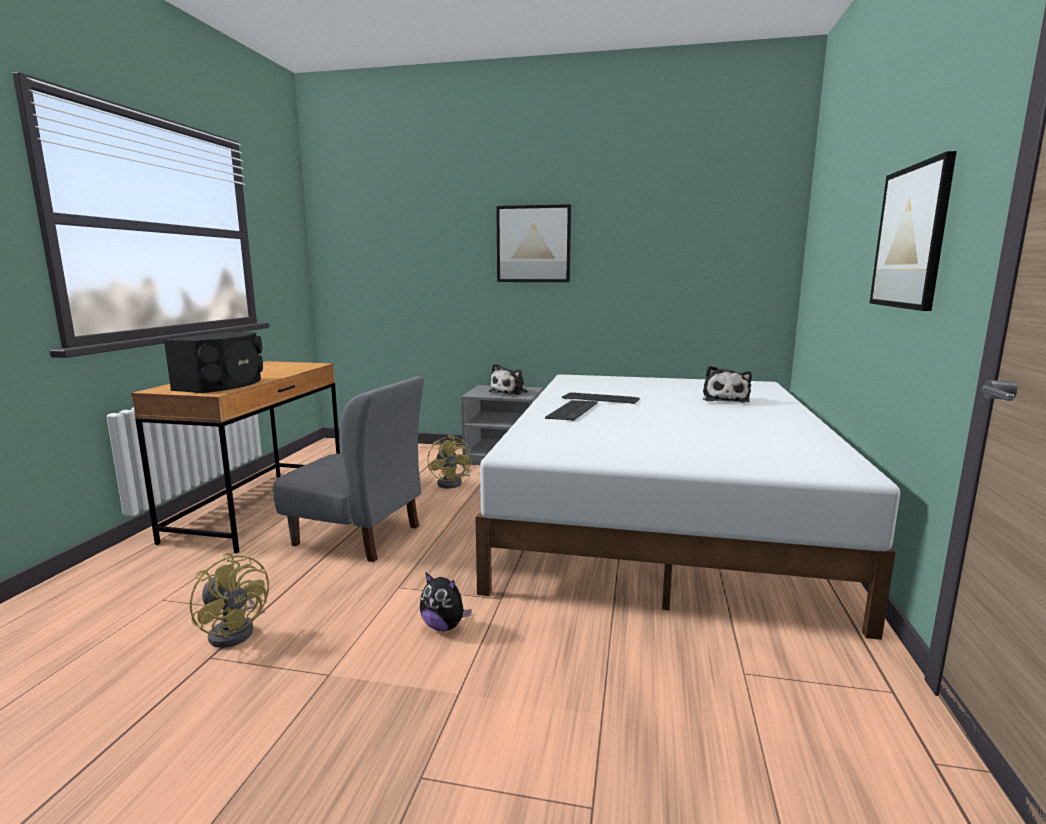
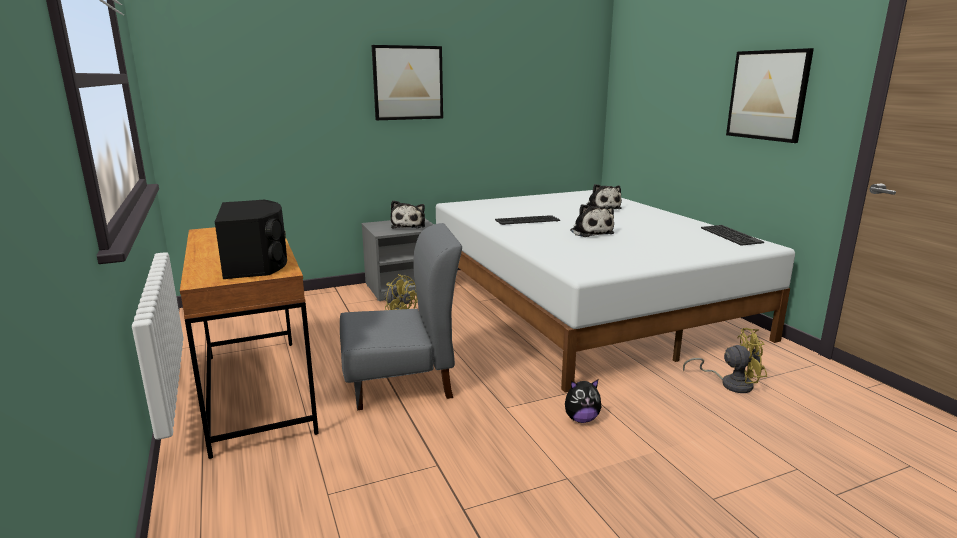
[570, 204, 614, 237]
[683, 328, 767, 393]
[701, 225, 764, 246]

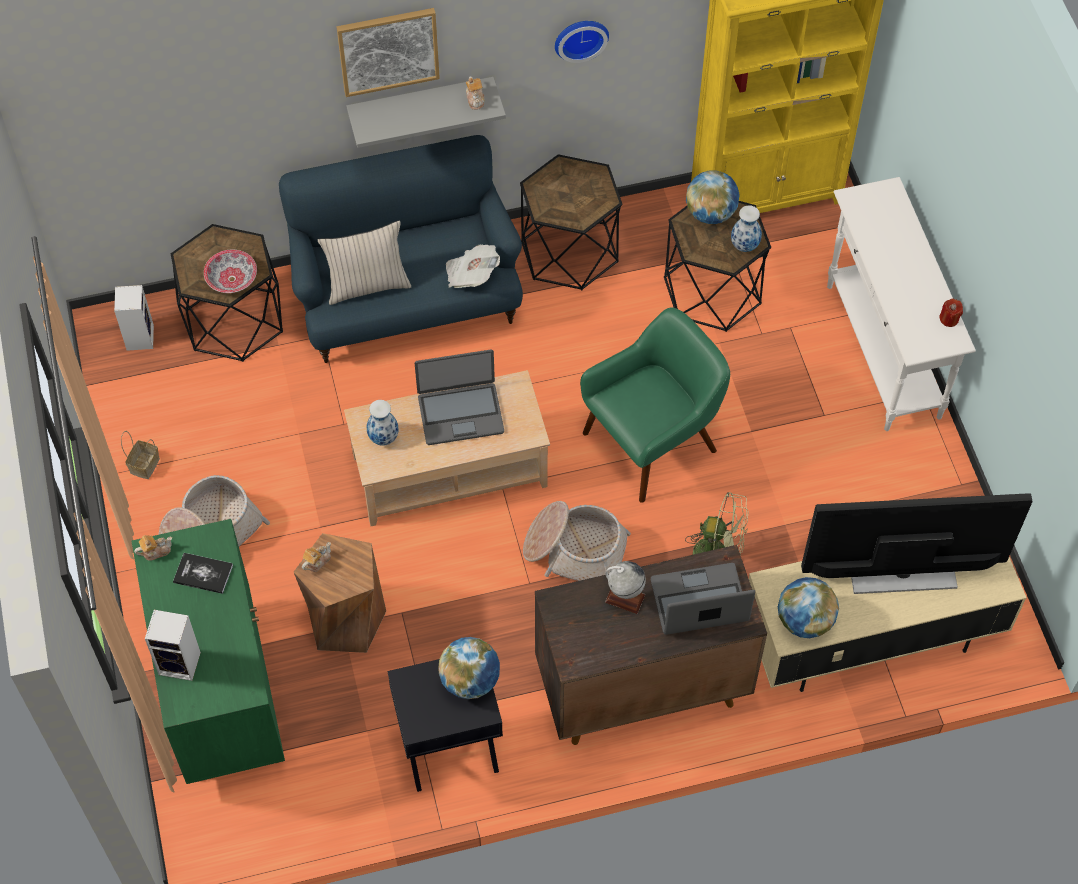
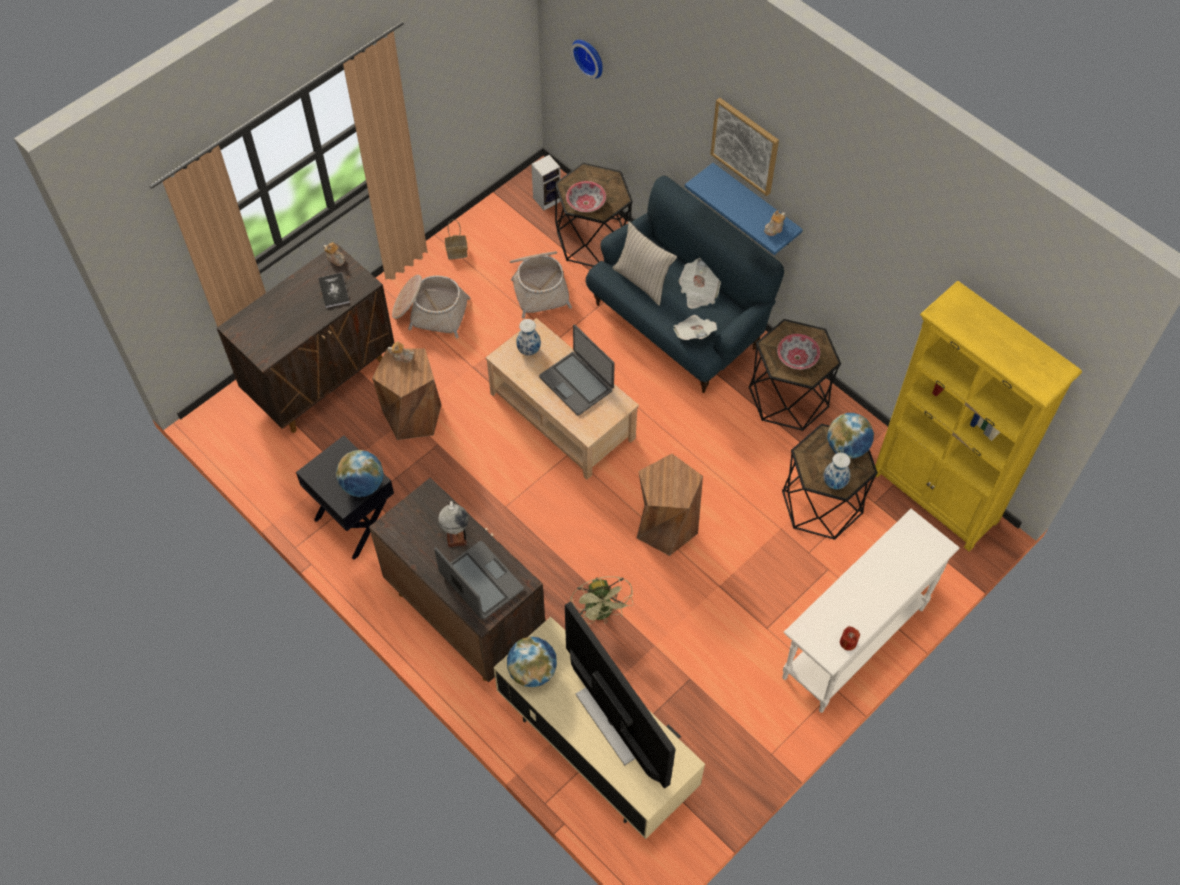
[217, 243, 395, 433]
[510, 251, 572, 318]
[571, 40, 602, 79]
[637, 454, 703, 556]
[679, 258, 721, 309]
[685, 163, 803, 255]
[777, 334, 820, 370]
[145, 610, 201, 681] (first image)

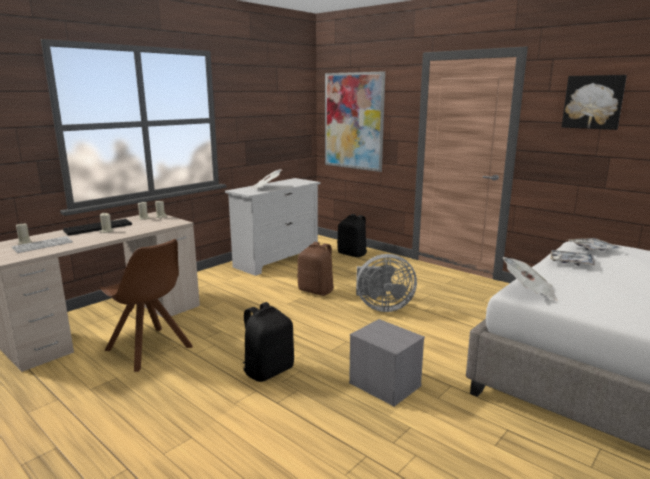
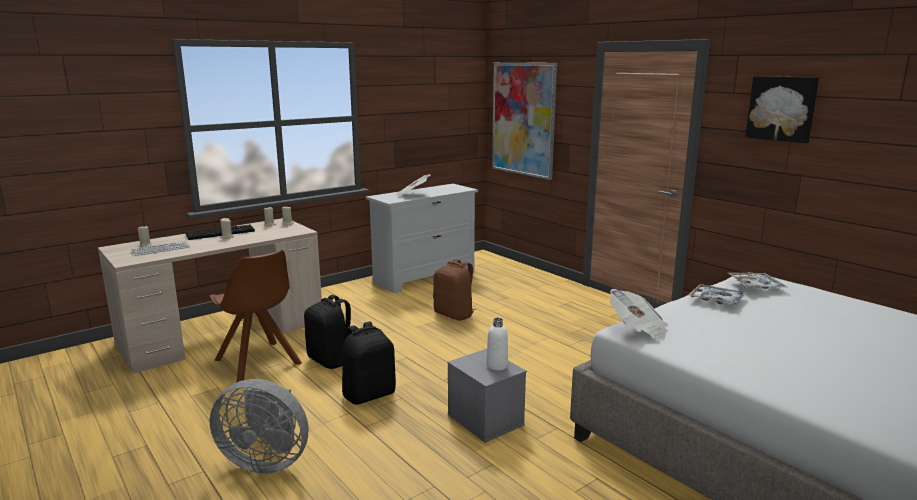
[209, 379, 308, 474]
[304, 295, 351, 369]
[486, 318, 508, 370]

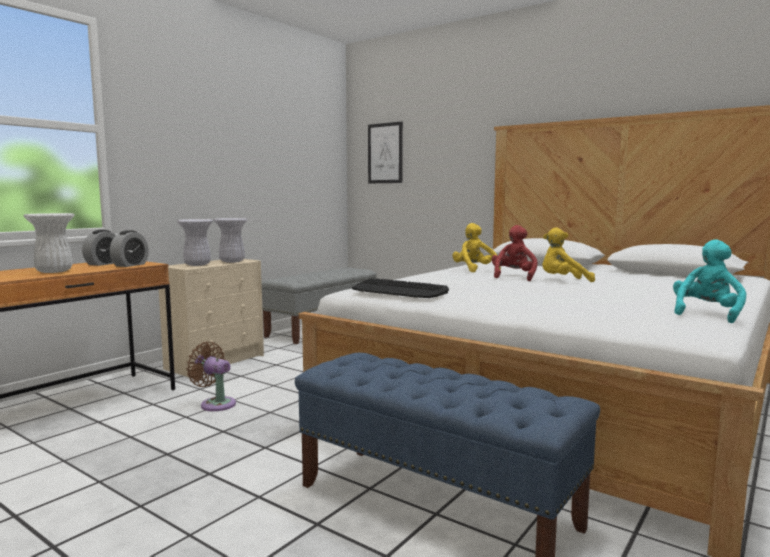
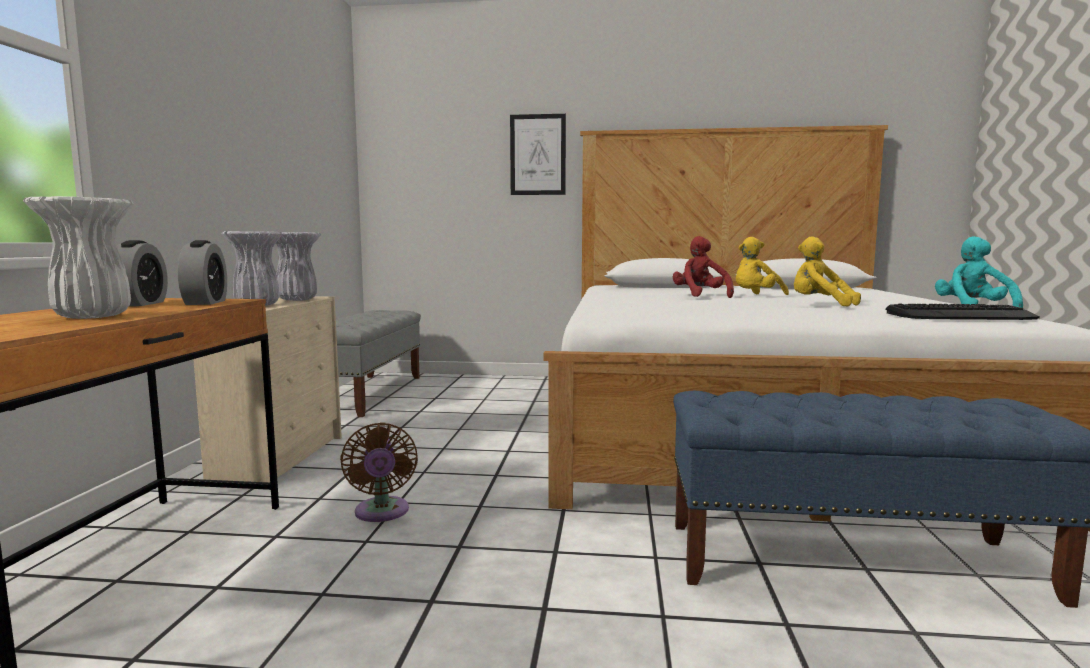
[340, 422, 418, 522]
[510, 114, 566, 195]
[794, 236, 861, 307]
[886, 304, 1040, 320]

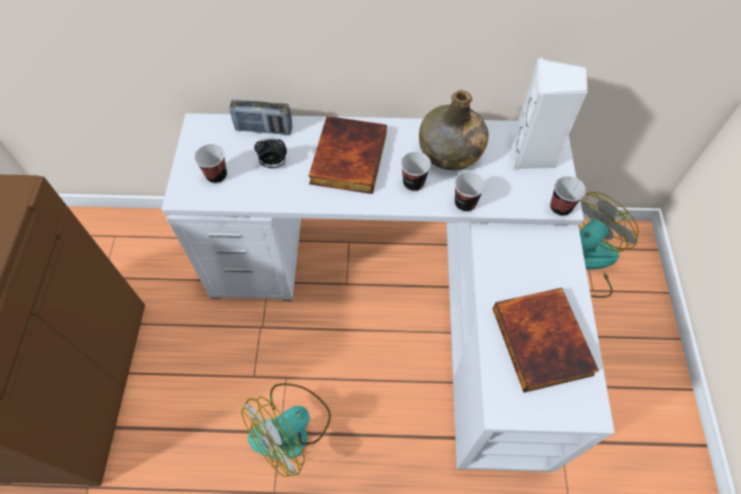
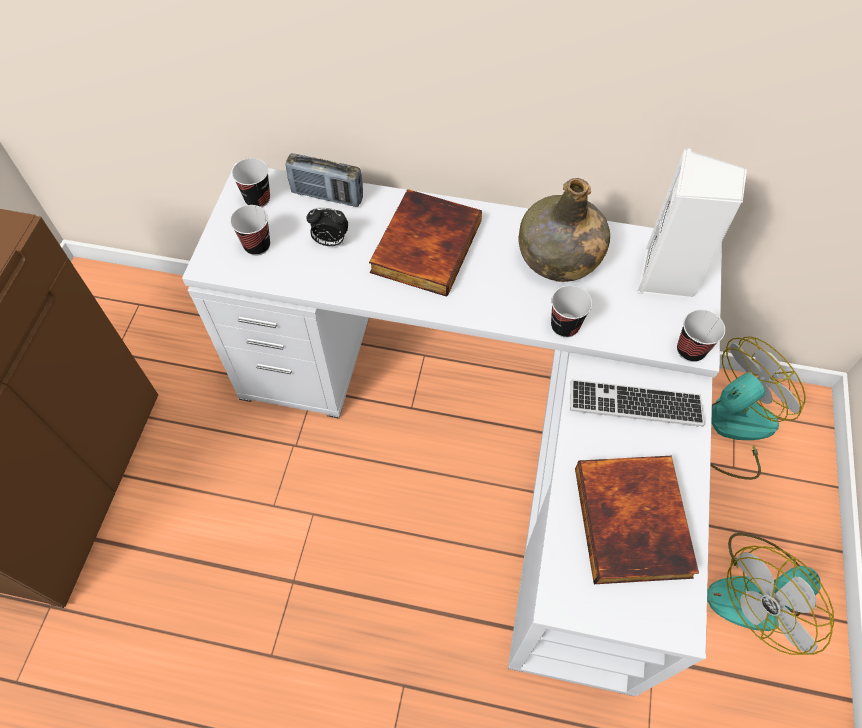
[232, 158, 270, 207]
[570, 379, 705, 426]
[707, 533, 834, 655]

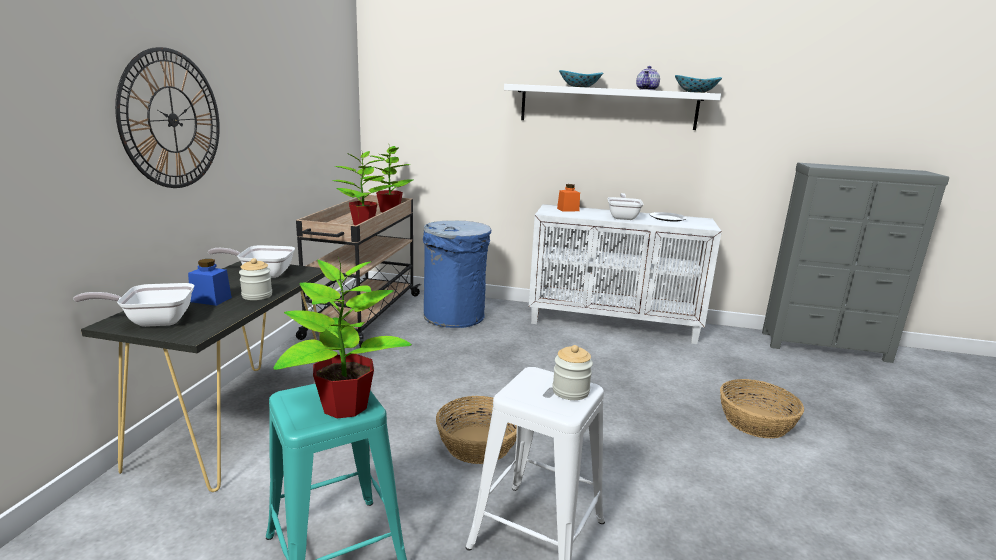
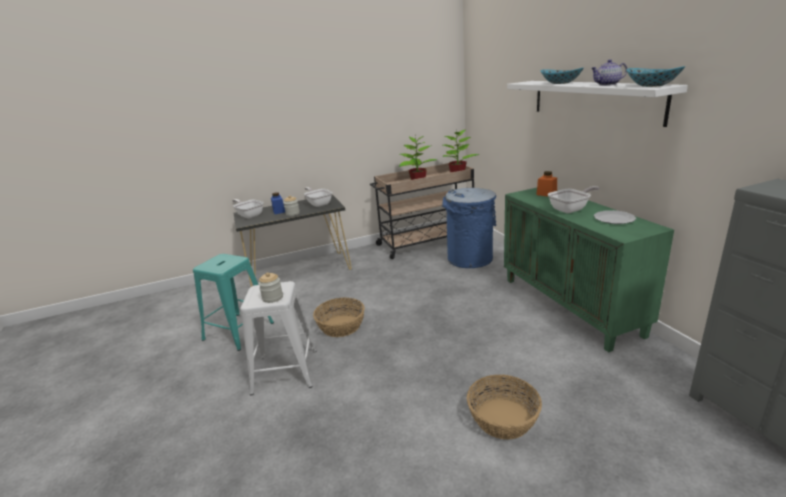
[504, 188, 674, 352]
[115, 47, 220, 188] (first image)
[273, 256, 412, 419] (first image)

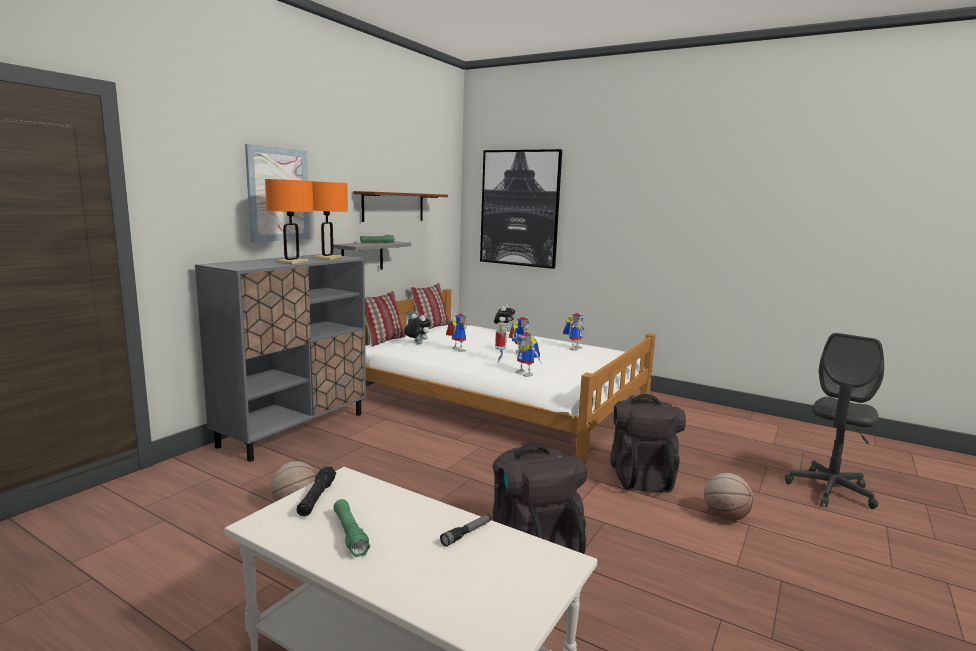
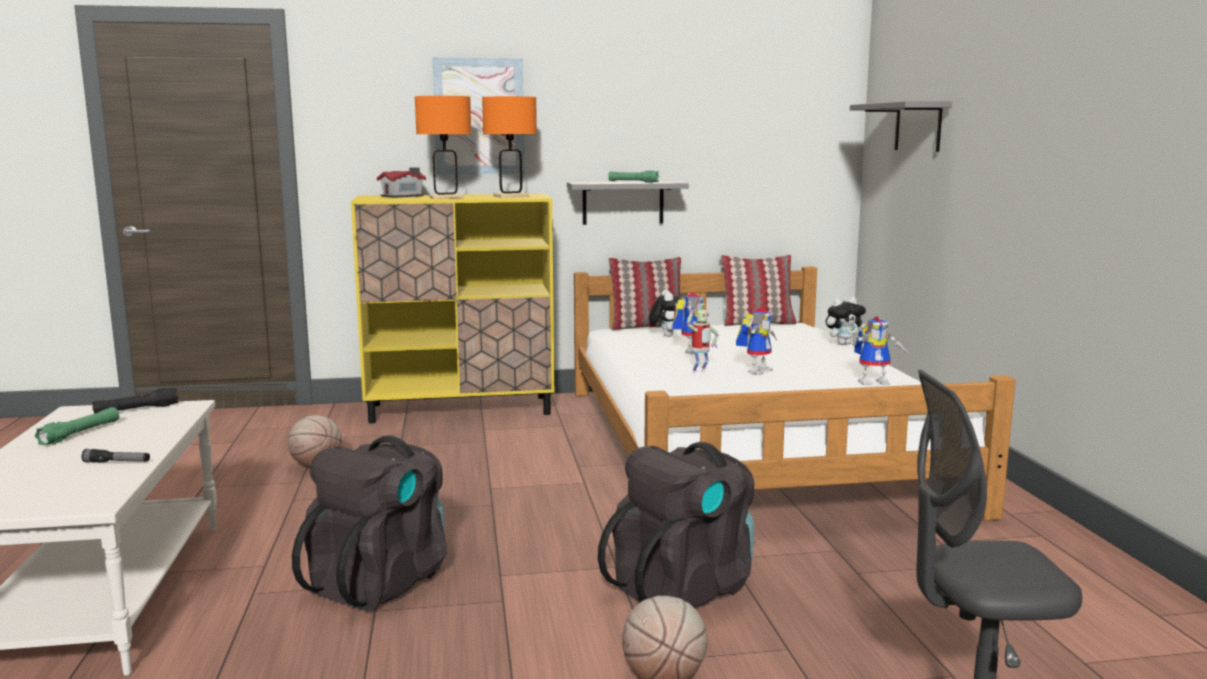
[351, 194, 555, 424]
[377, 167, 426, 198]
[850, 101, 952, 152]
[353, 191, 448, 222] (first image)
[512, 332, 541, 377] (first image)

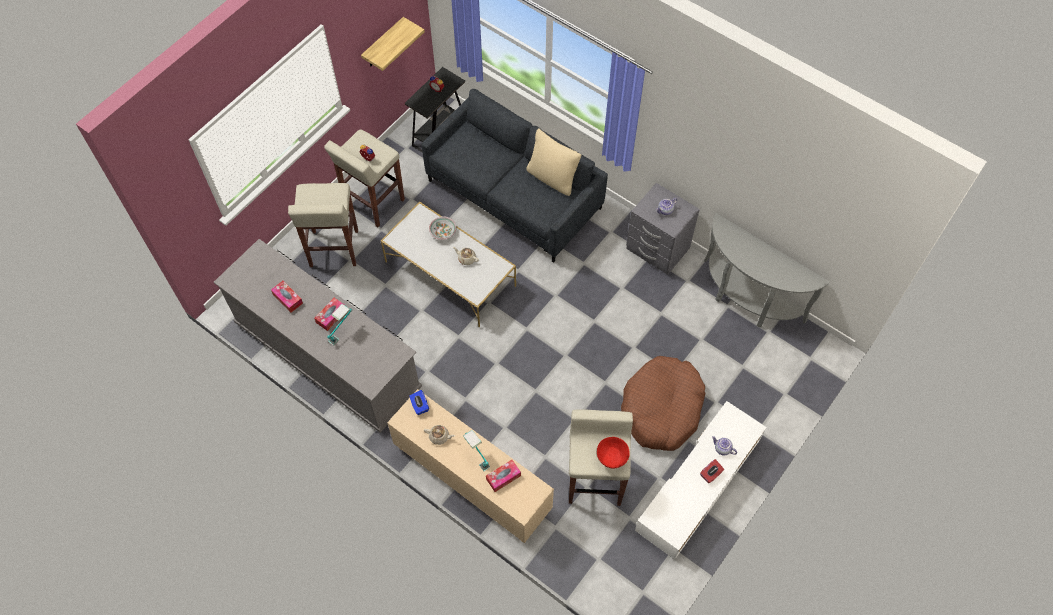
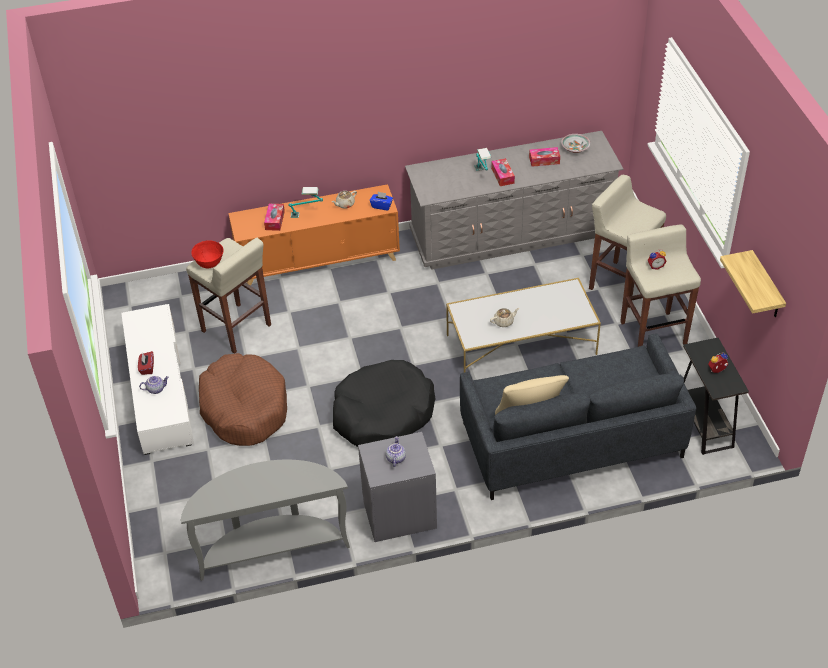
[228, 184, 400, 286]
[333, 360, 436, 447]
[561, 134, 590, 153]

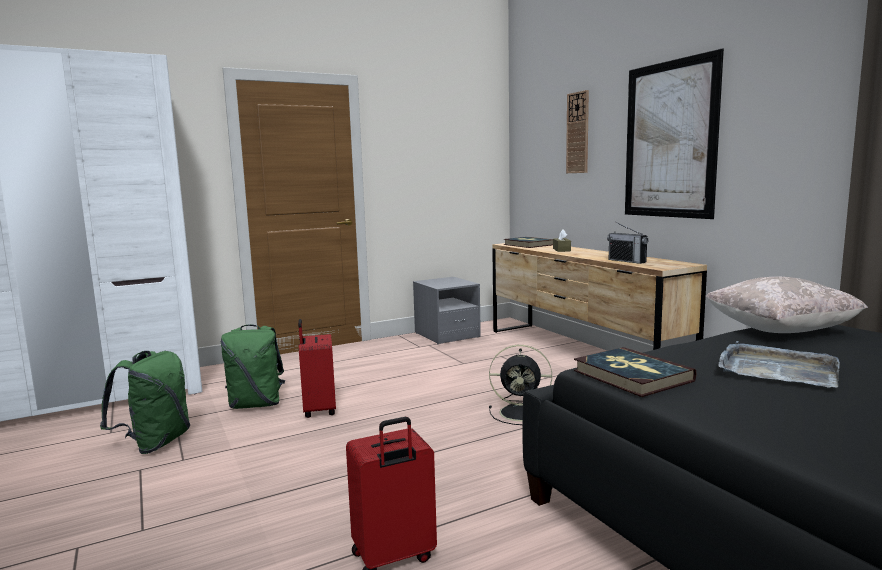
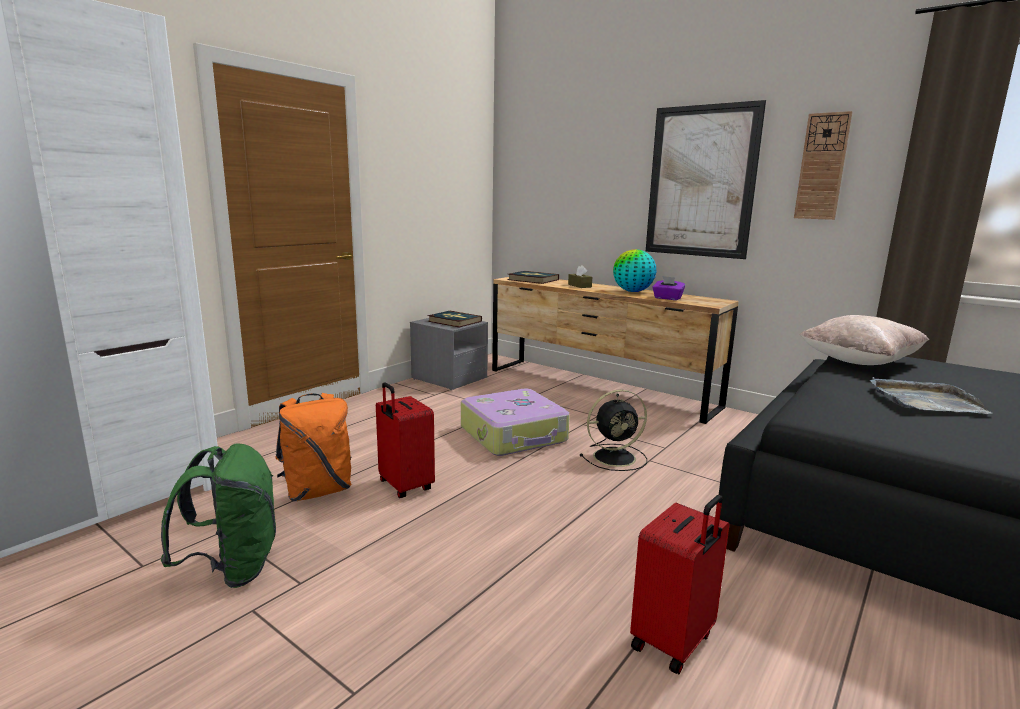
[275, 393, 352, 501]
[428, 311, 482, 327]
[461, 389, 570, 456]
[613, 249, 656, 292]
[652, 276, 685, 300]
[794, 111, 852, 220]

